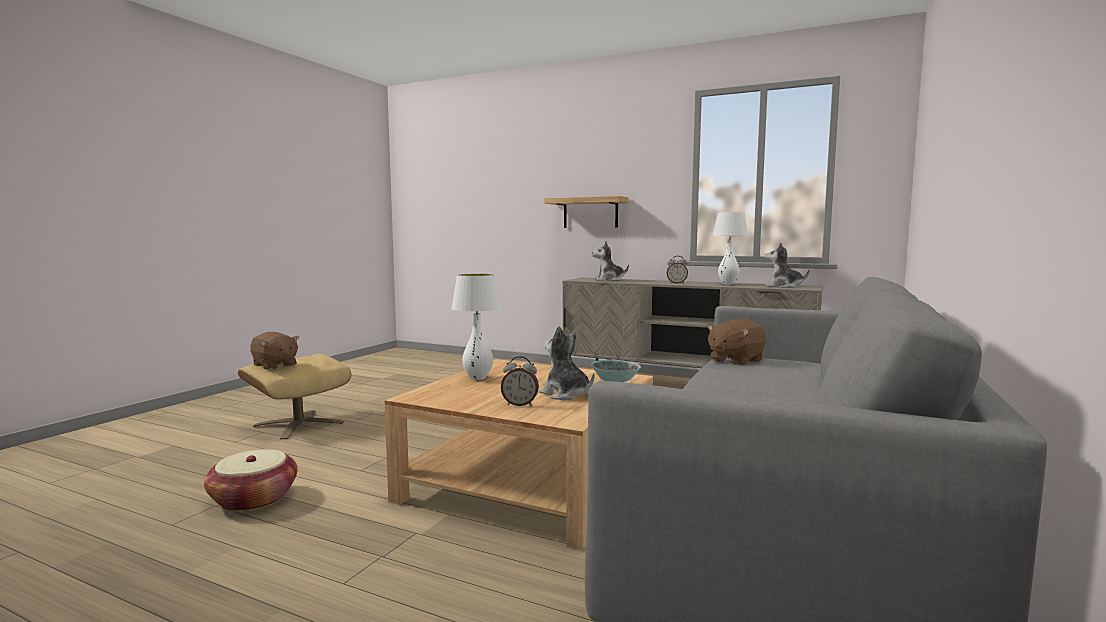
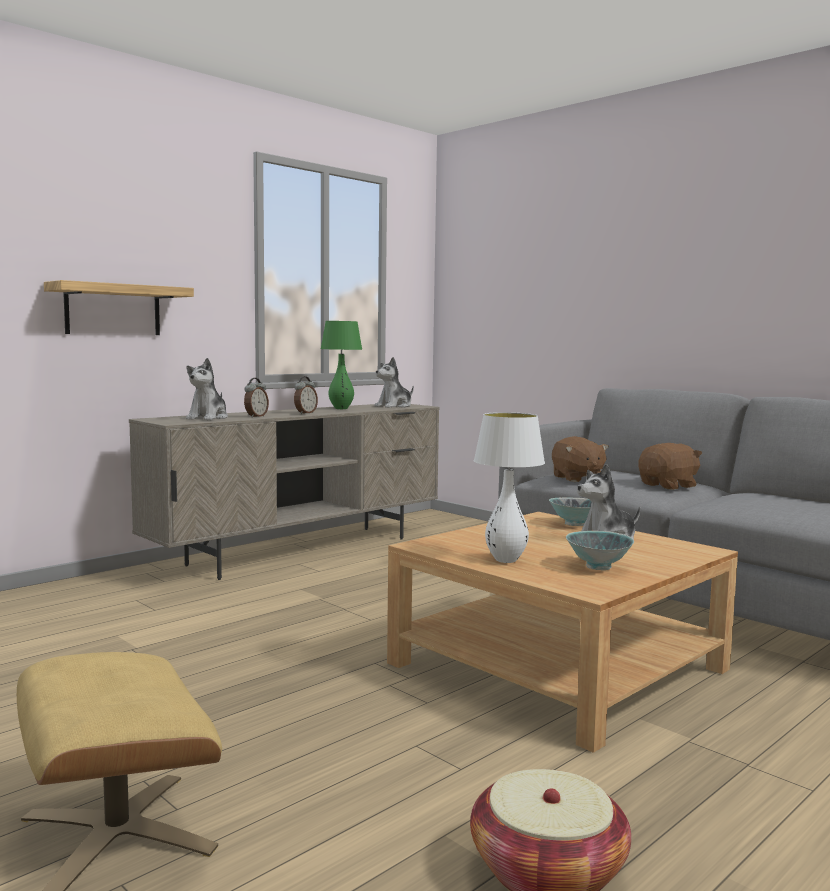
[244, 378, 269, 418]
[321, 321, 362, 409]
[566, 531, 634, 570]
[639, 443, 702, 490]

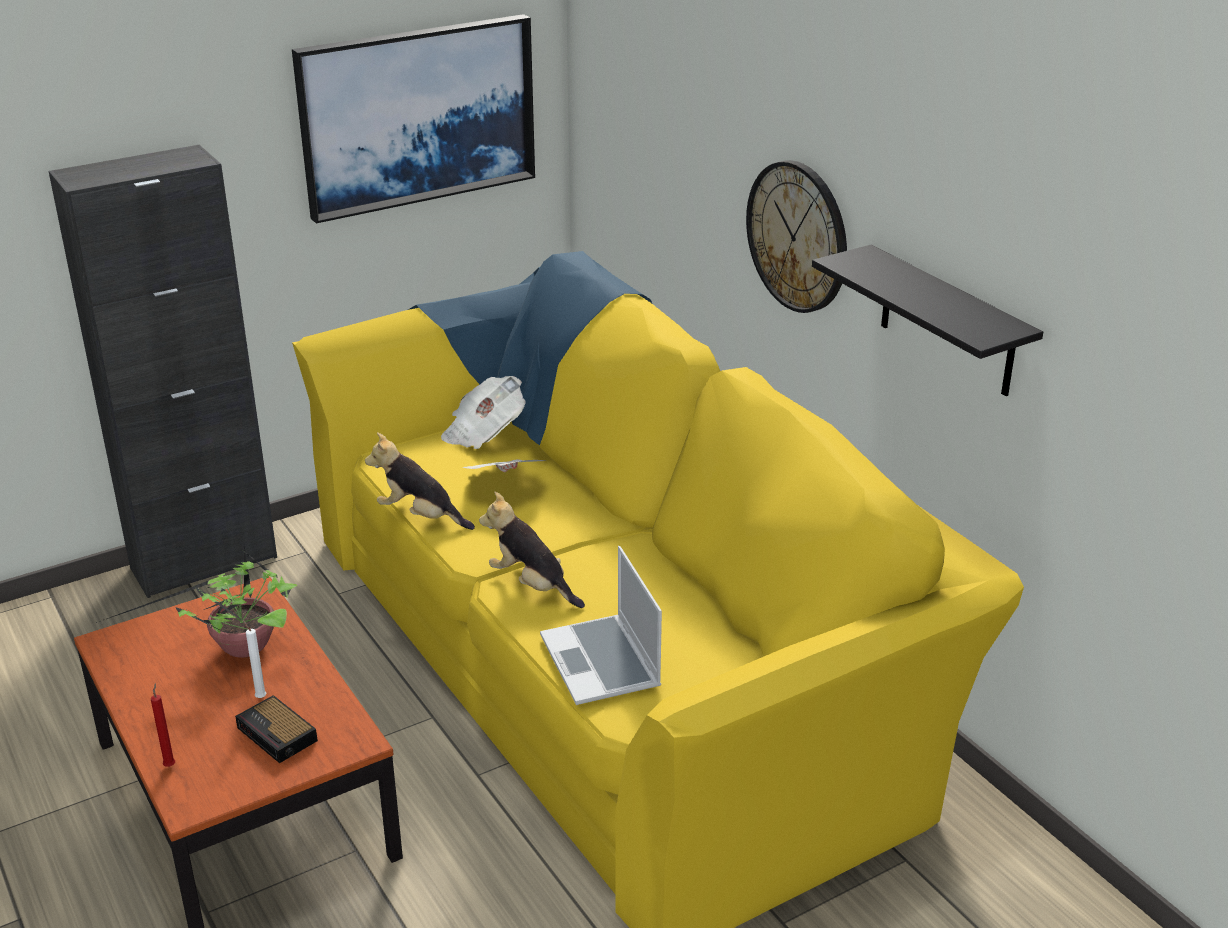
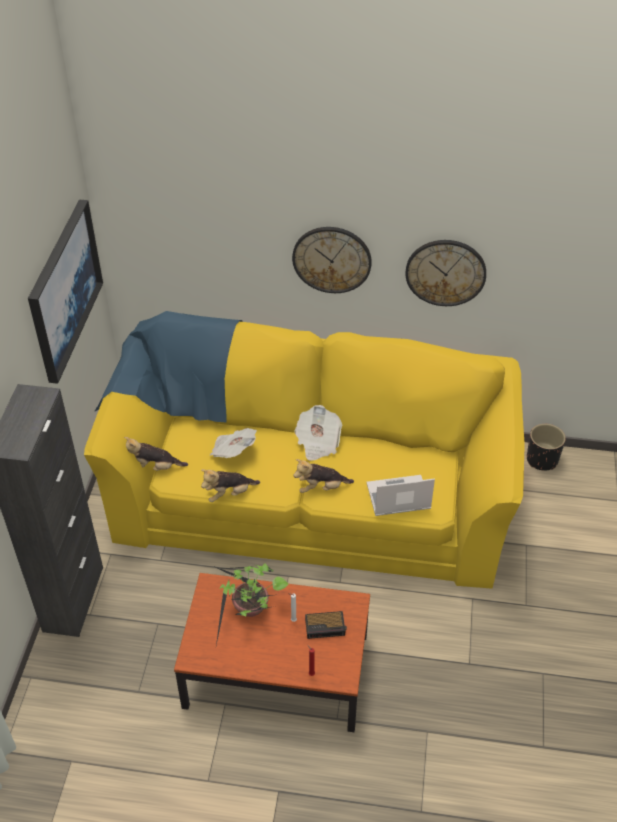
[124, 437, 188, 471]
[294, 405, 342, 461]
[366, 475, 435, 516]
[405, 240, 486, 306]
[527, 424, 566, 471]

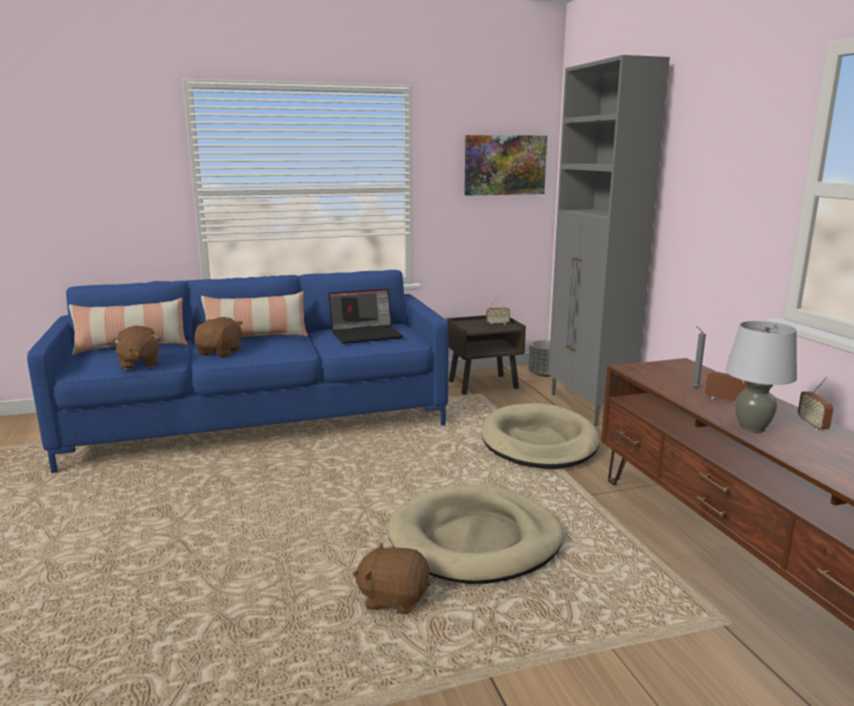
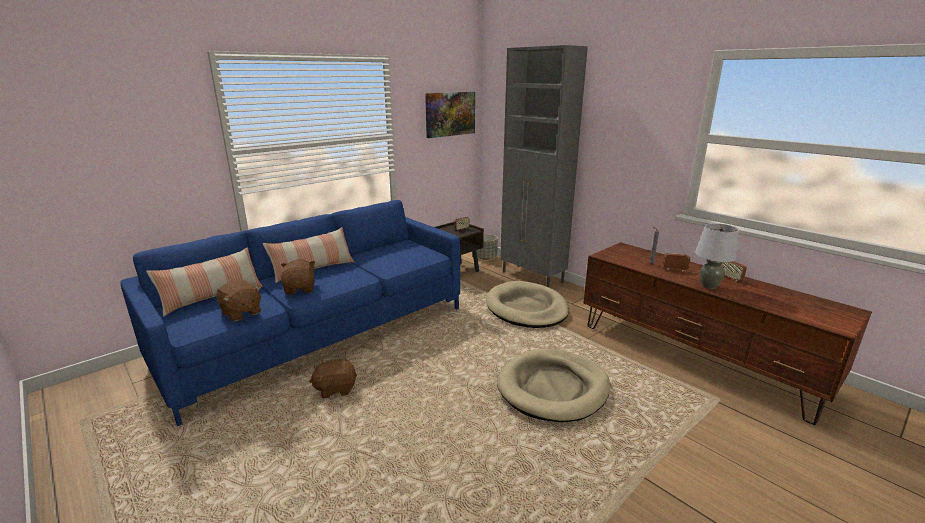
[309, 359, 357, 399]
[328, 289, 403, 344] (first image)

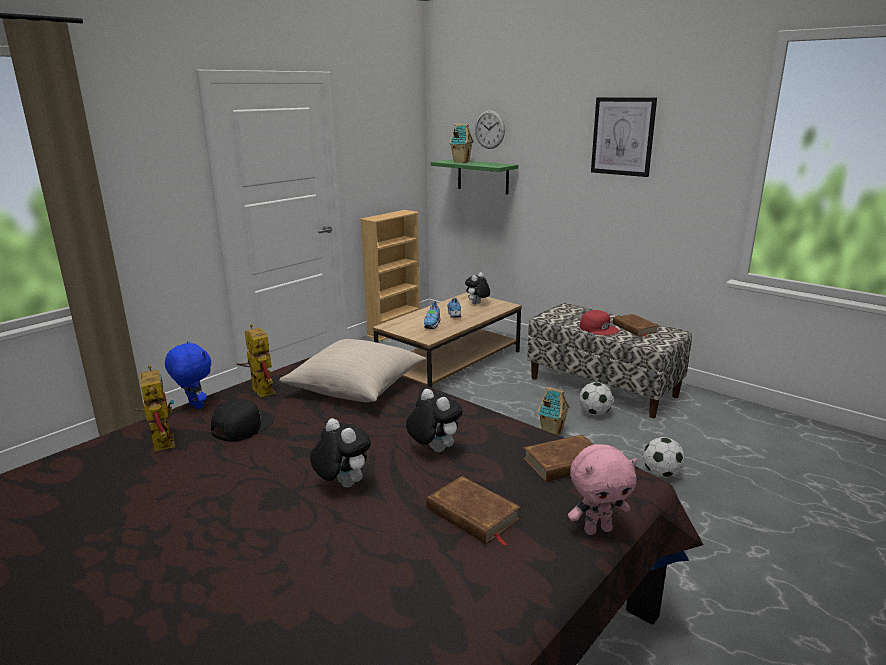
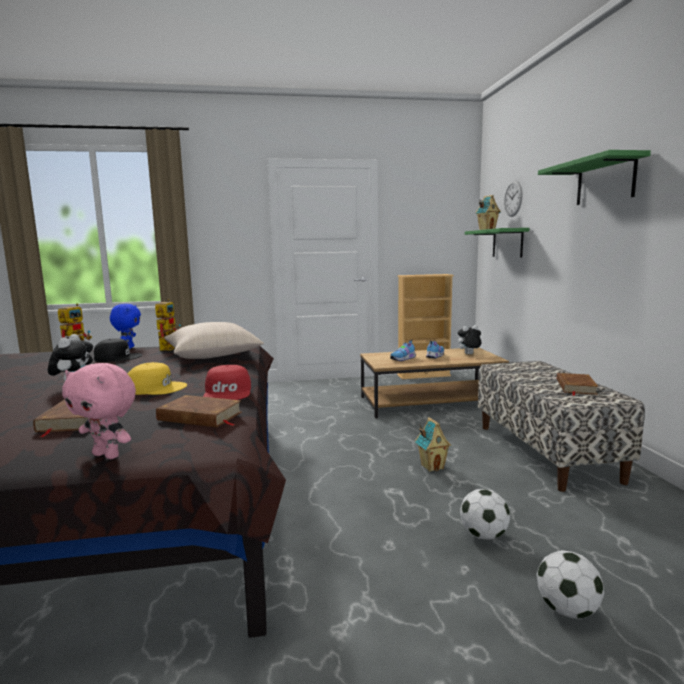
[128, 362, 187, 395]
[203, 365, 251, 400]
[537, 550, 604, 619]
[538, 150, 651, 205]

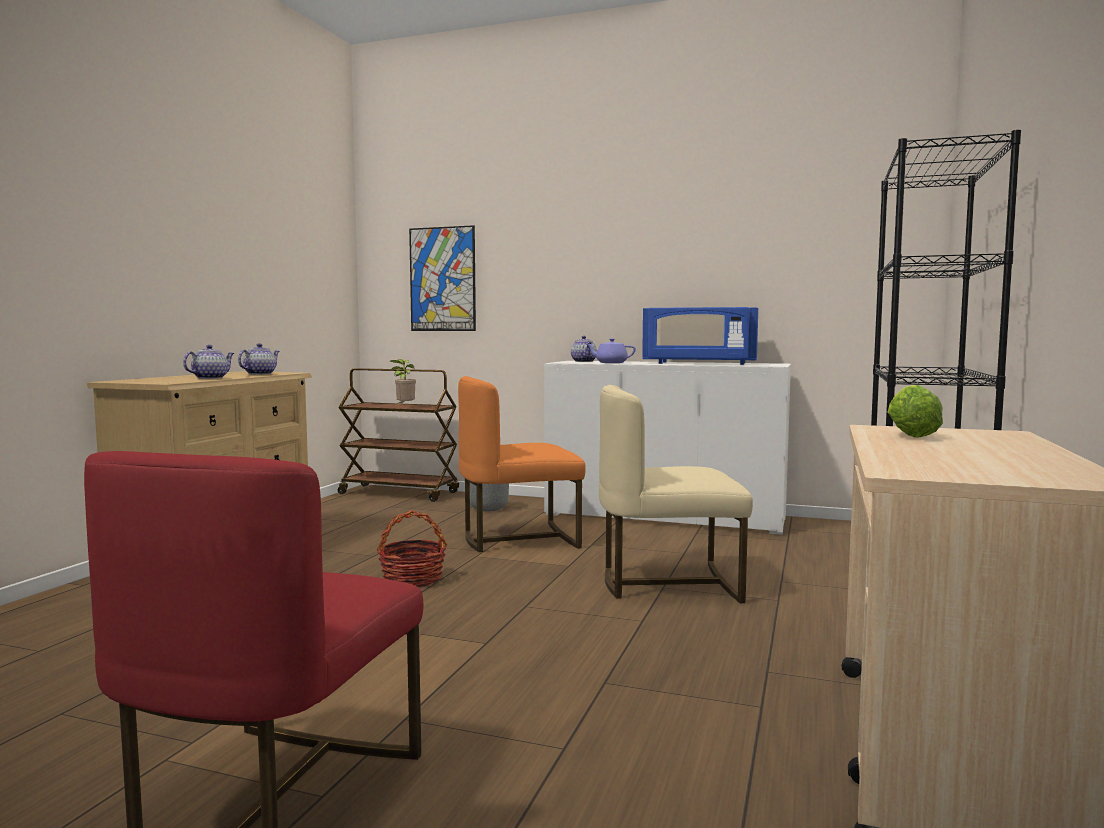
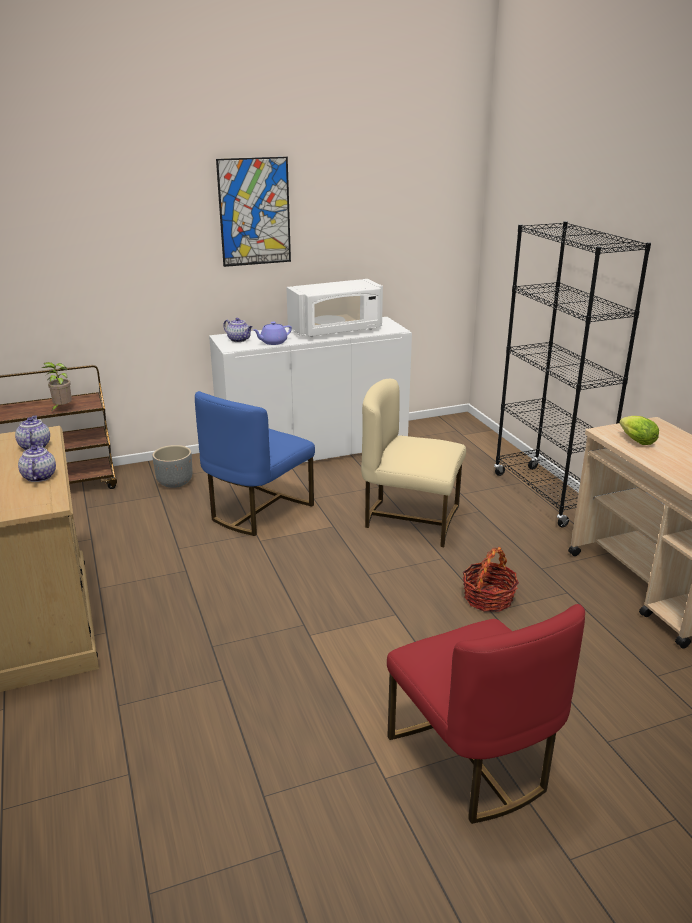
[195, 391, 315, 536]
[216, 157, 291, 267]
[286, 279, 383, 337]
[361, 379, 466, 547]
[463, 547, 519, 612]

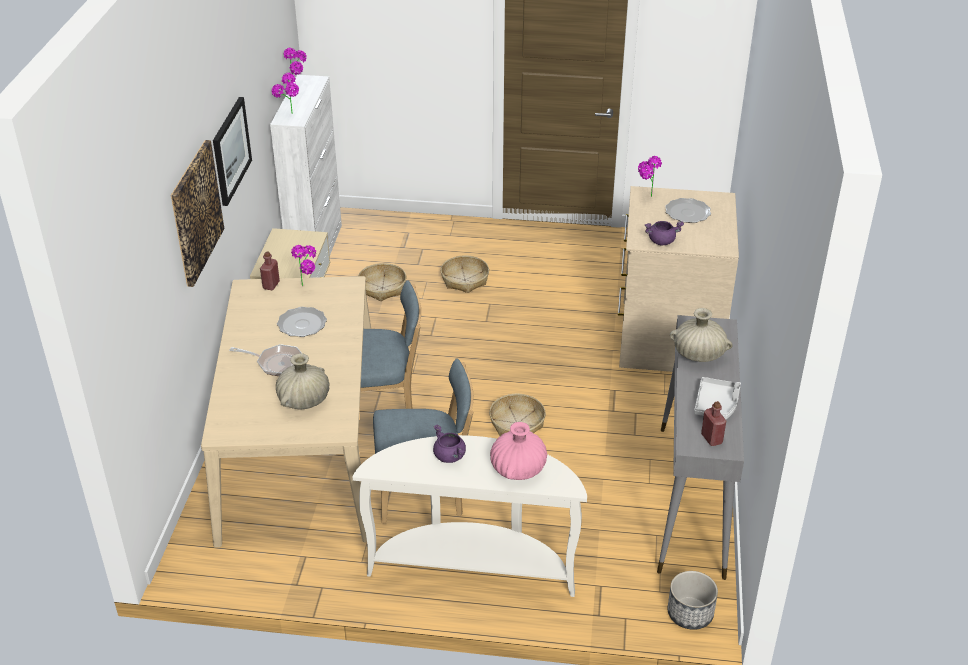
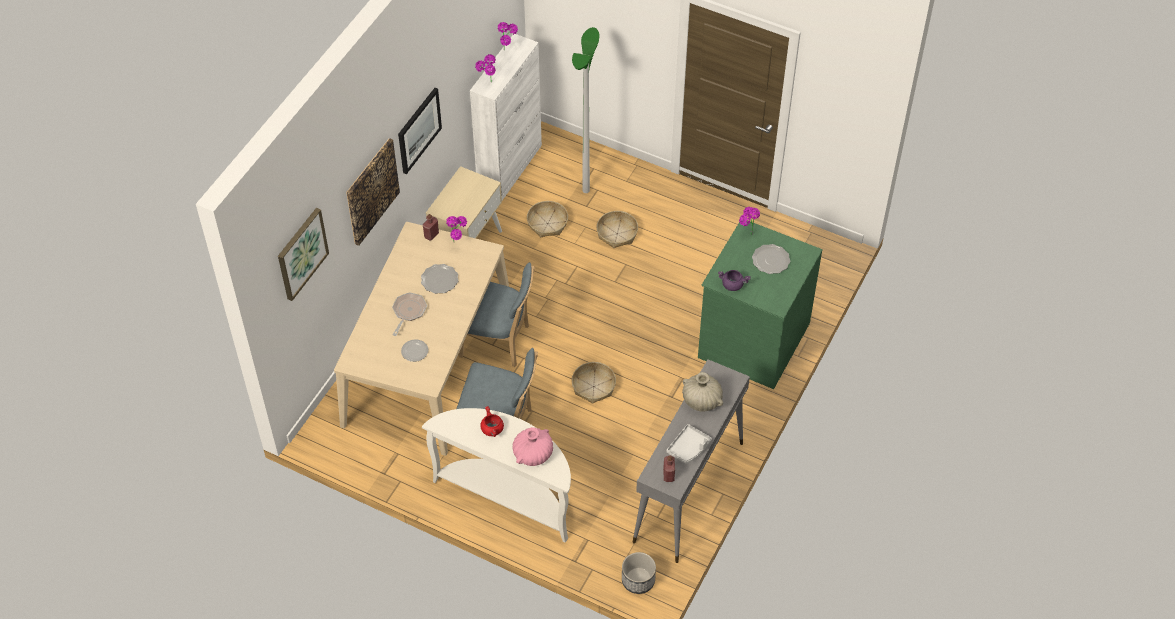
[278, 208, 329, 301]
[392, 292, 427, 336]
[401, 339, 428, 362]
[480, 406, 504, 437]
[572, 27, 600, 193]
[698, 220, 823, 389]

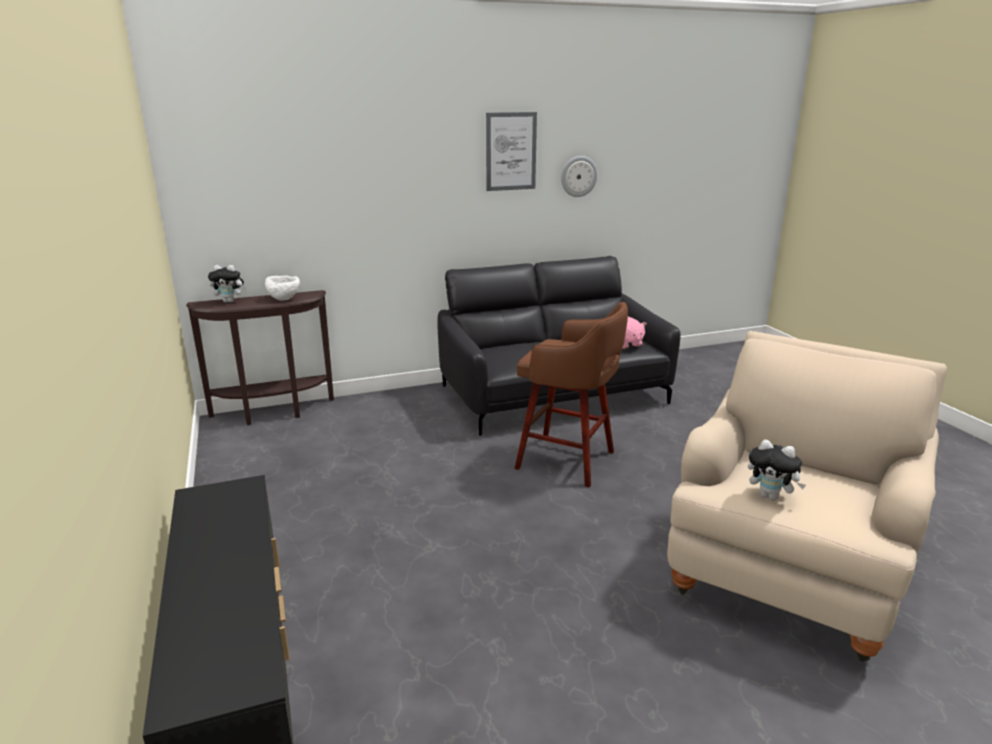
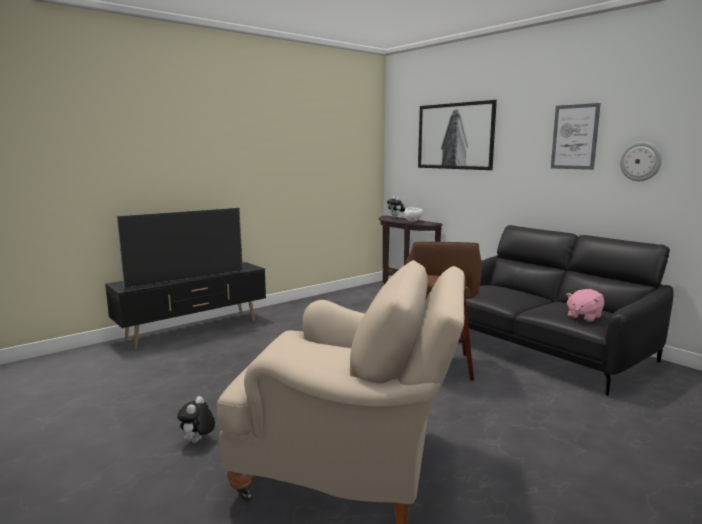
[117, 208, 243, 288]
[177, 396, 215, 443]
[418, 100, 497, 170]

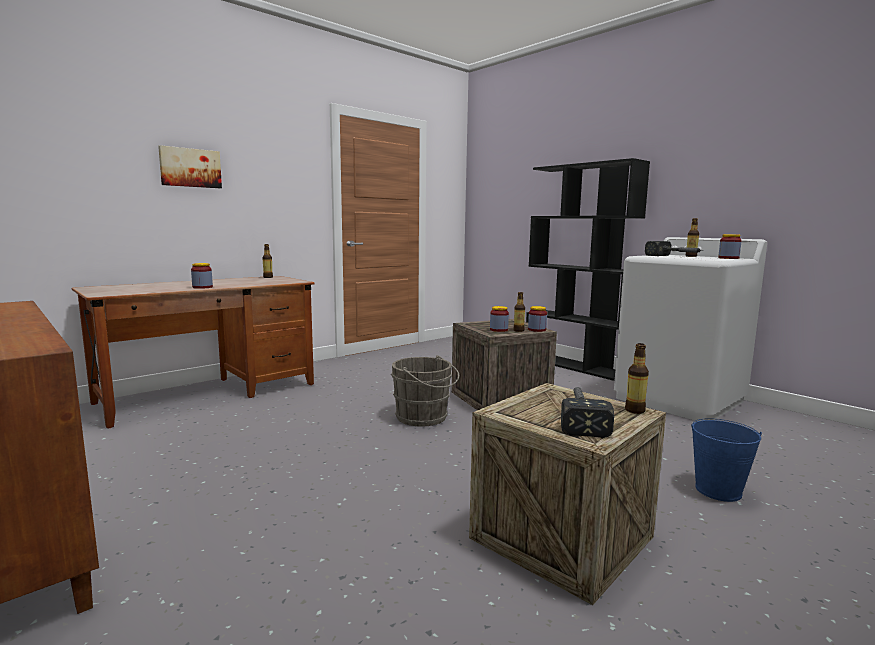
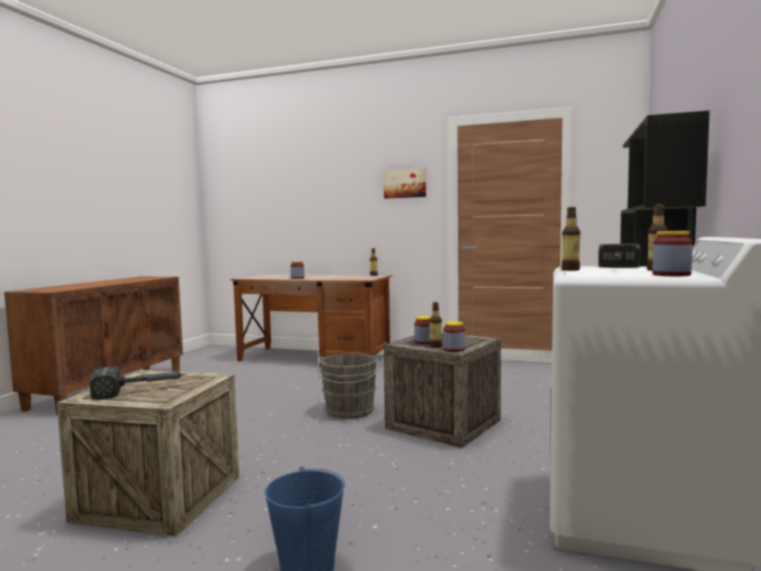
[384, 168, 426, 199]
[561, 207, 580, 271]

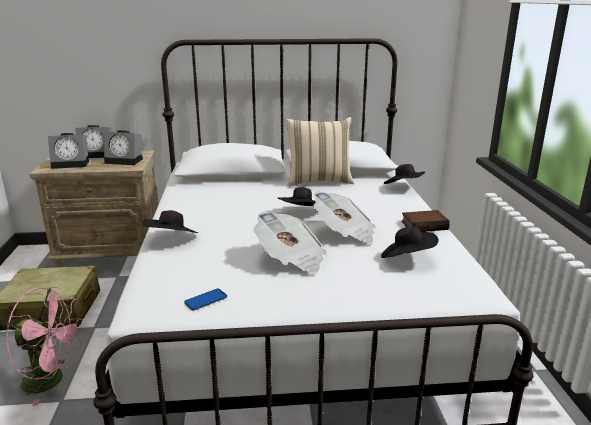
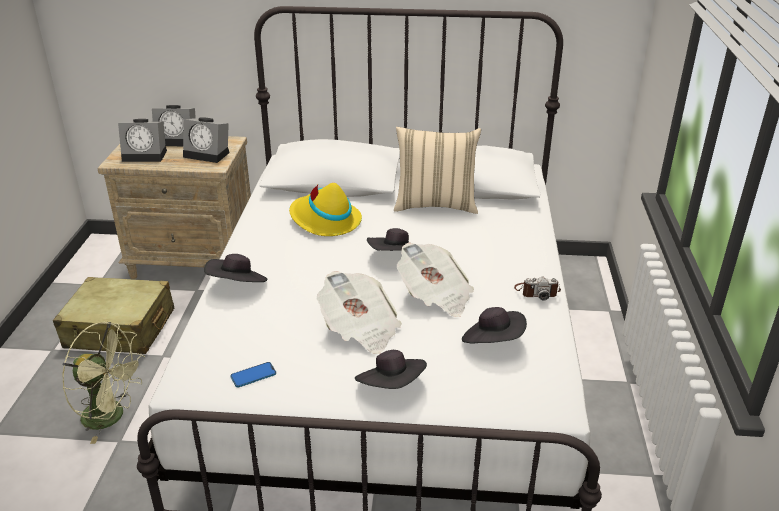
[62, 321, 145, 444]
[289, 183, 362, 236]
[355, 350, 427, 389]
[514, 276, 561, 301]

